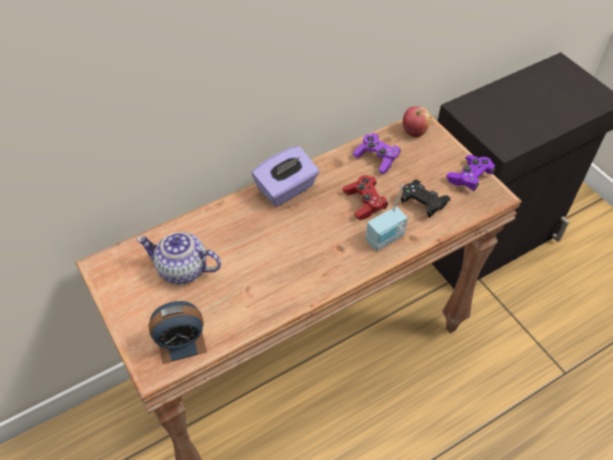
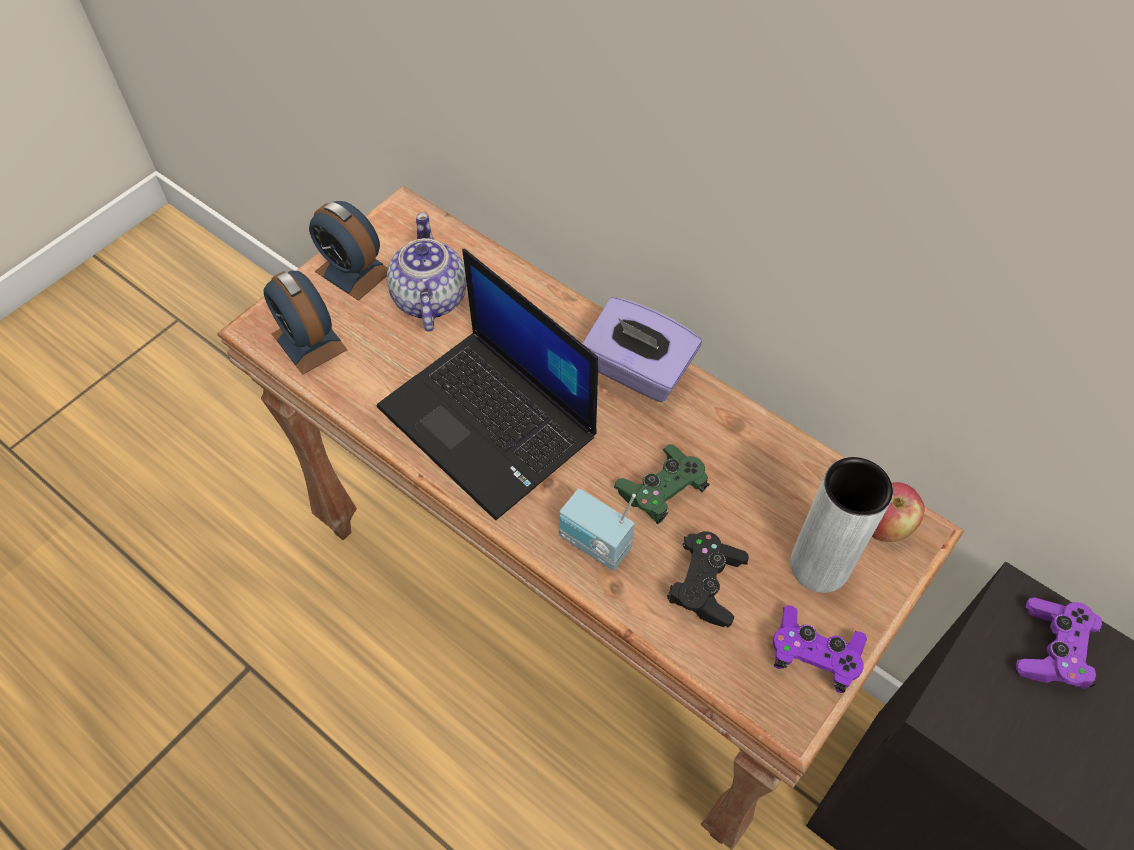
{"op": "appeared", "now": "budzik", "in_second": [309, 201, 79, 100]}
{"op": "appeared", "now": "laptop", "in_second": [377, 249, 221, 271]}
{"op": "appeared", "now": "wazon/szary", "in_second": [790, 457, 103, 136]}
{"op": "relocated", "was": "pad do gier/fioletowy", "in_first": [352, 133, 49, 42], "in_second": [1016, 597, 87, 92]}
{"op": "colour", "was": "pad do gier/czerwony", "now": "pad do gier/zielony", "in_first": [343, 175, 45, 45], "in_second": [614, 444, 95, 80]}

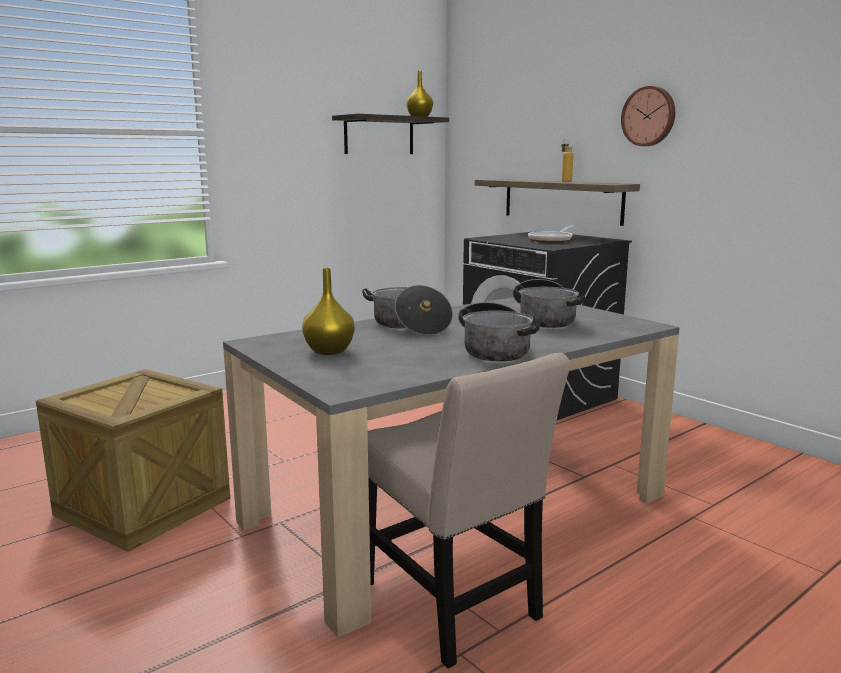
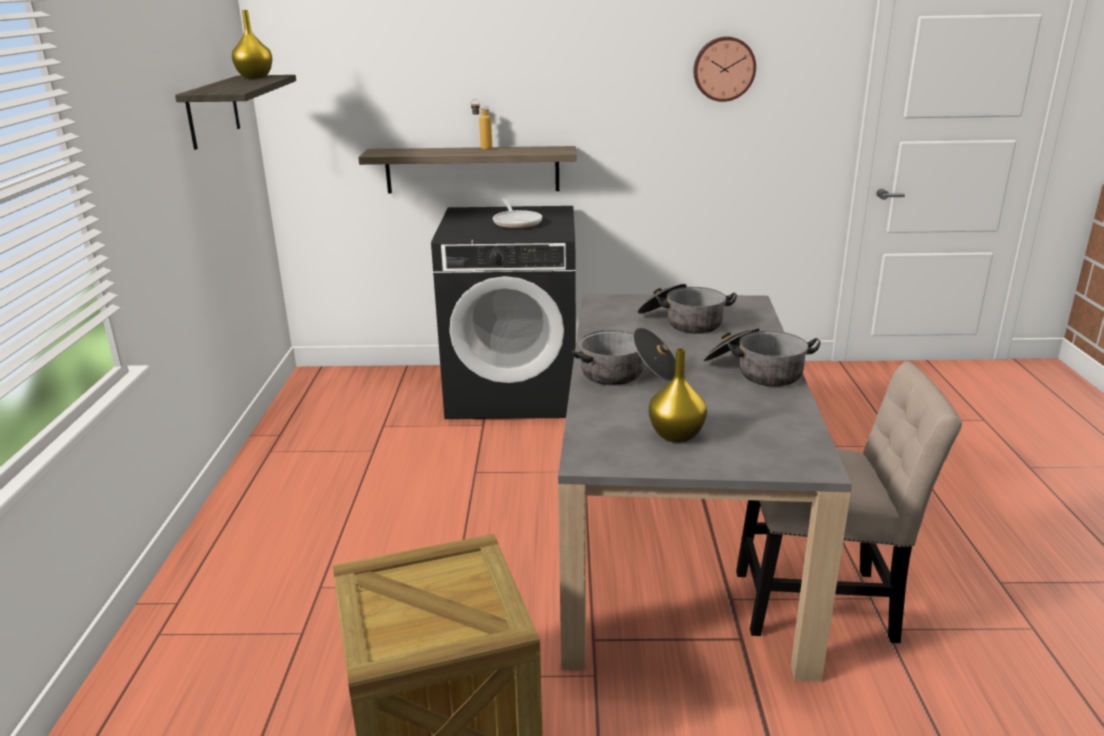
{"op": "relocated", "was": "zegar ścienny", "in_first": [621, 86, 54, 60], "in_second": [693, 36, 63, 66]}

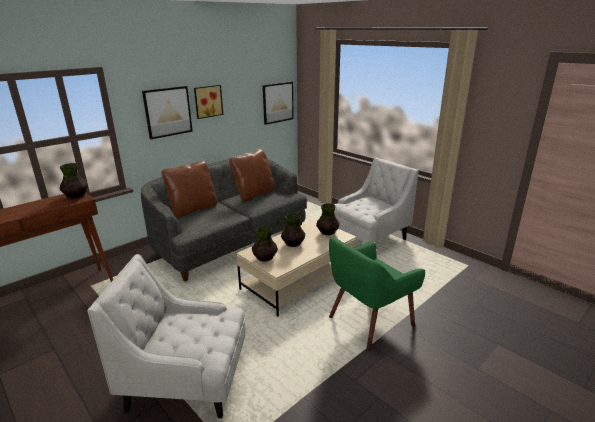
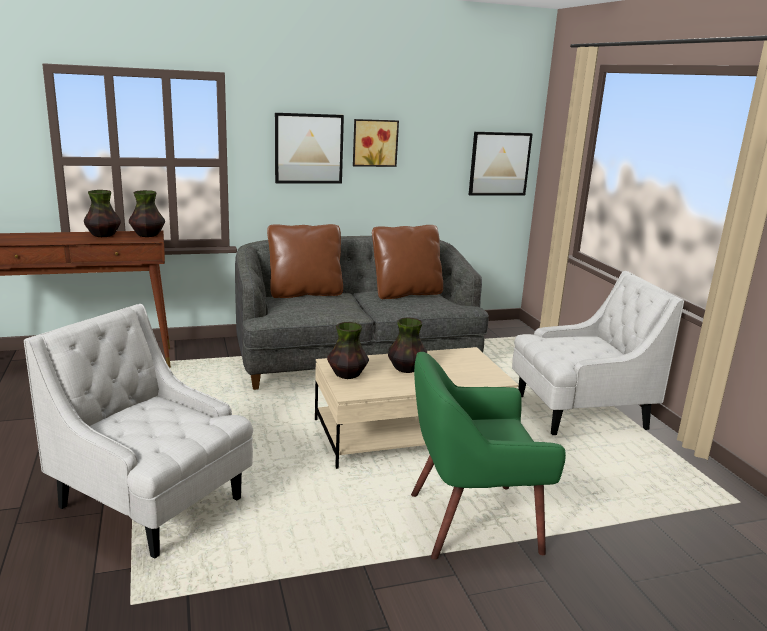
{"op": "relocated", "was": "wazon", "in_first": [316, 203, 23, 32], "in_second": [84, 190, 37, 47]}

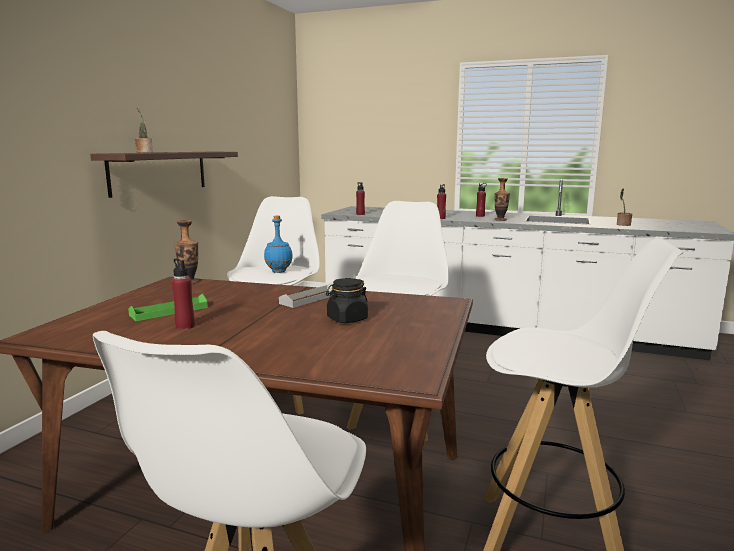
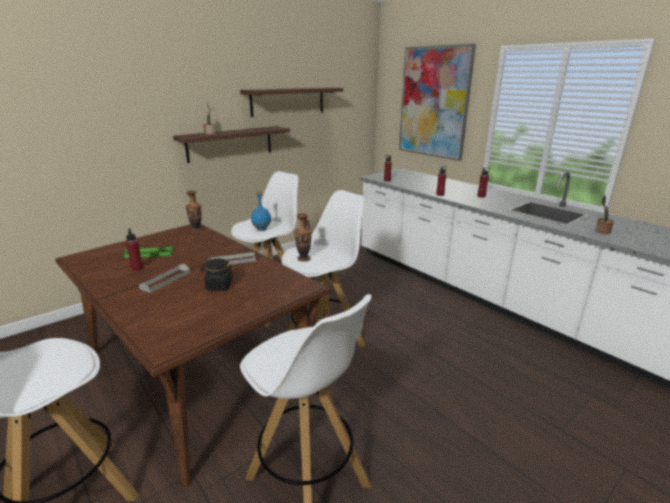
{"op": "appeared", "now": "taca/szary", "in_second": [139, 264, 51, 29]}
{"op": "appeared", "now": "półka", "in_second": [240, 87, 103, 30]}
{"op": "appeared", "now": "obraz", "in_second": [399, 44, 77, 117]}
{"op": "relocated", "was": "wazon", "in_first": [494, 178, 16, 43], "in_second": [294, 213, 18, 49]}

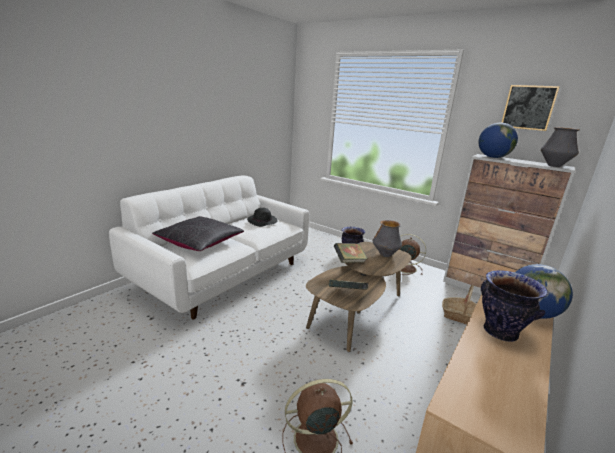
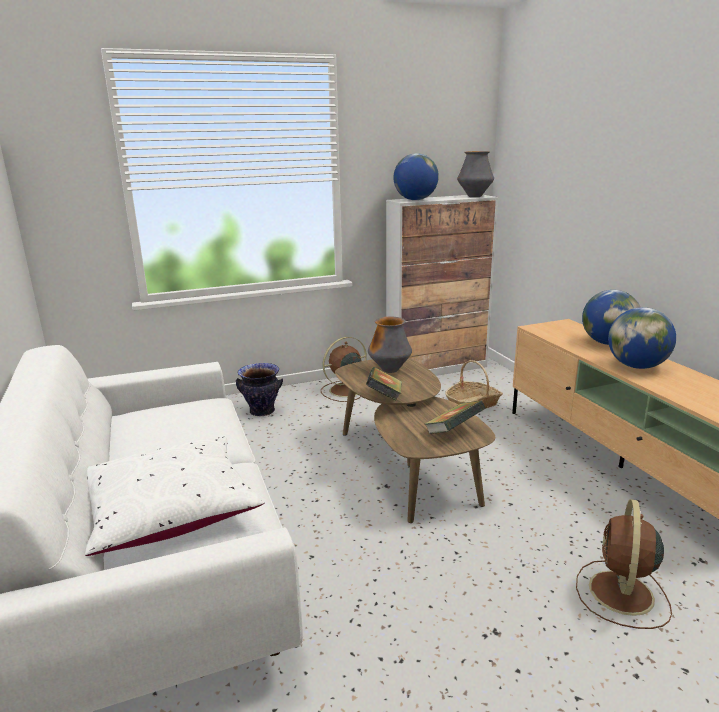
{"op": "missing", "was": "kapelusz/czarny", "in_first": [247, 208, 31, 19]}
{"op": "missing", "was": "obraz", "in_first": [501, 85, 59, 46]}
{"op": "exchanged", "was": "wazon", "now": "globus", "in_first": [481, 270, 67, 72], "in_second": [608, 307, 68, 62]}
{"op": "colour", "was": "poduszka/czarny", "now": "poduszka/biały", "in_first": [152, 216, 92, 35], "in_second": [85, 436, 180, 120]}

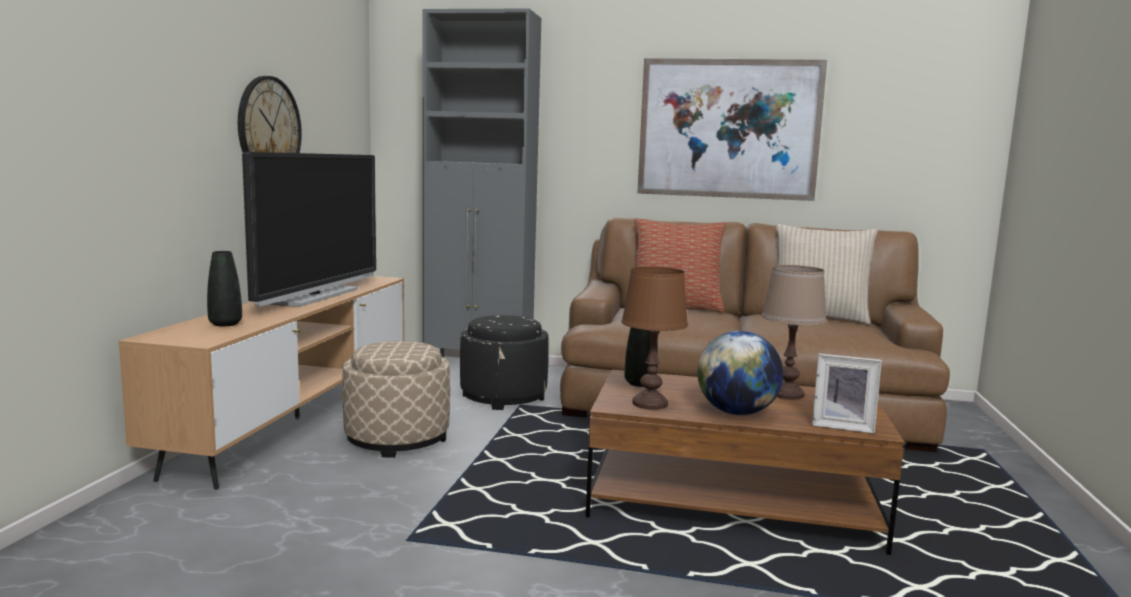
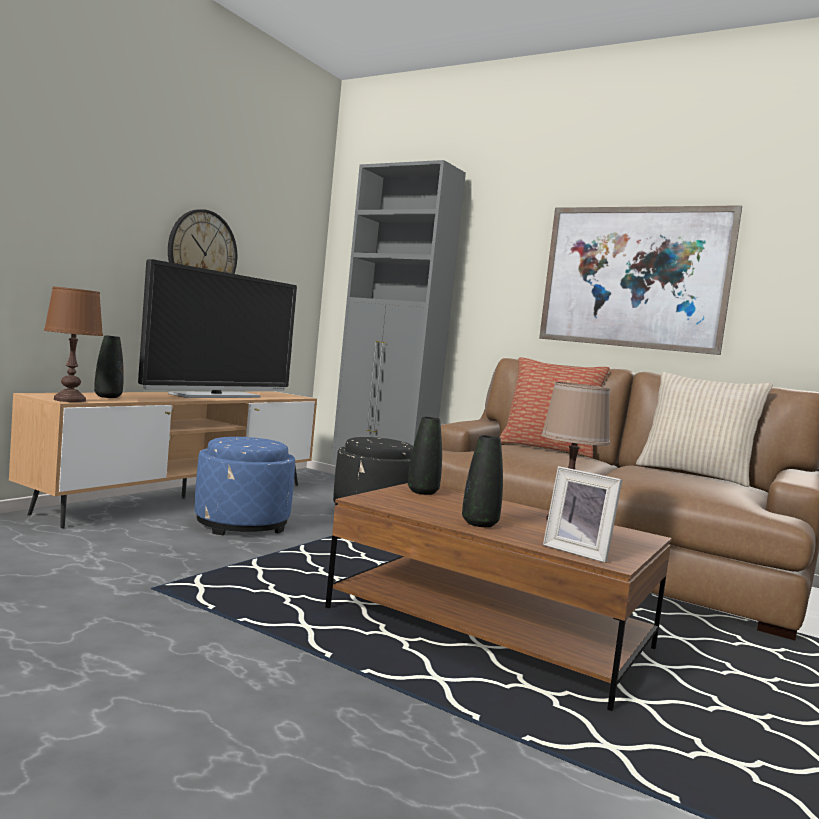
{"op": "relocated", "was": "lampa stołowa/brązowy", "in_first": [621, 266, 67, 144], "in_second": [44, 287, 59, 115]}
{"op": "exchanged", "was": "globus", "now": "wazon/czarny", "in_first": [697, 331, 86, 84], "in_second": [462, 435, 41, 92]}
{"op": "colour", "was": "pufa/beżowy", "now": "pufa/niebieski", "in_first": [343, 341, 107, 117], "in_second": [194, 437, 101, 98]}

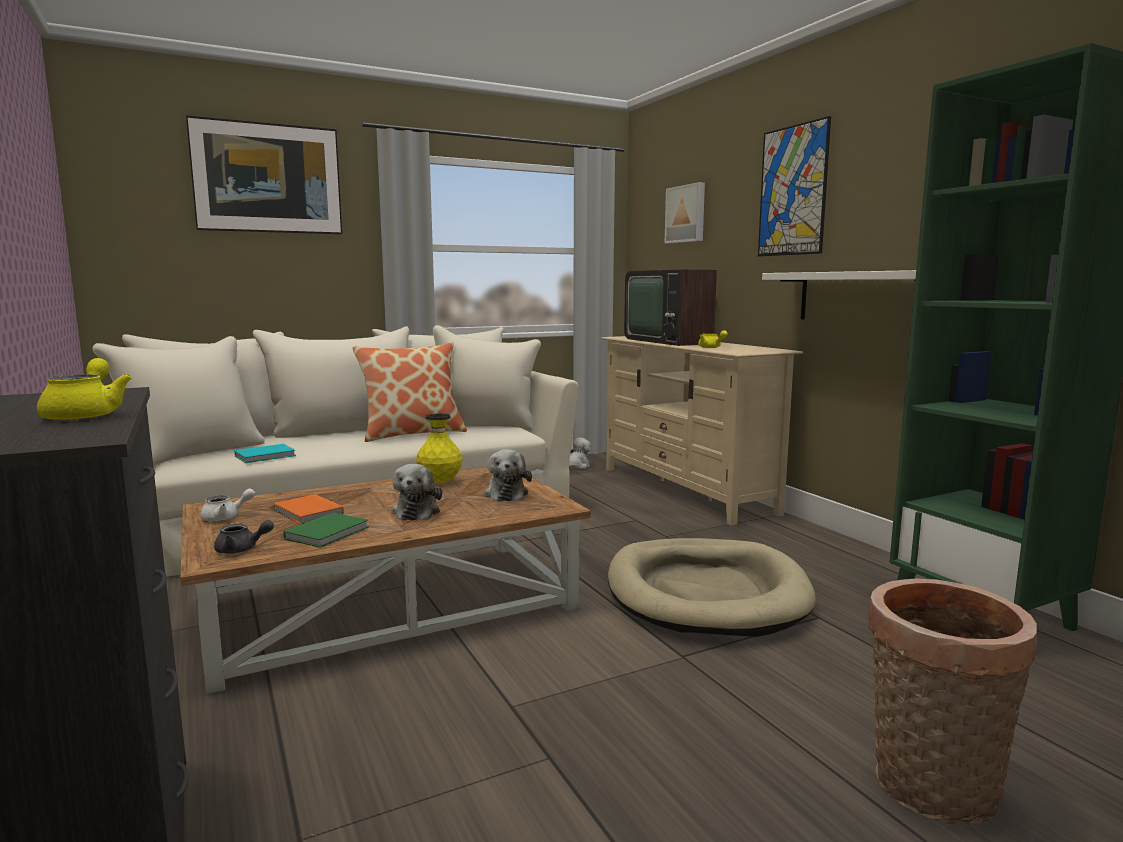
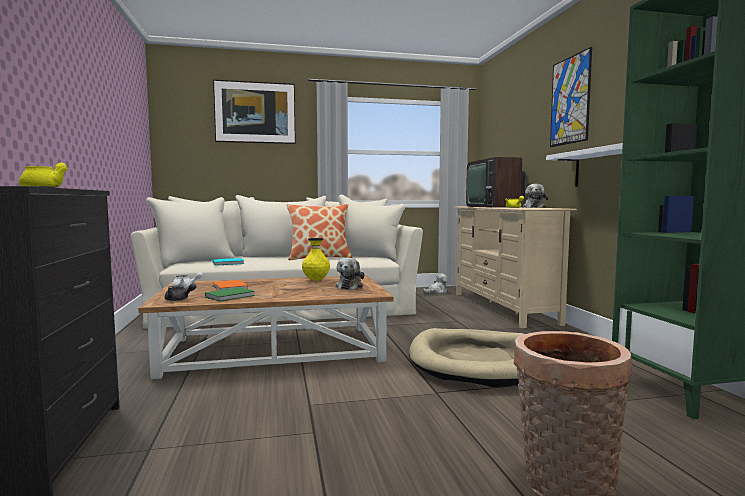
{"op": "missing", "was": "obraz", "in_first": [665, 182, 40, 62]}
{"op": "relocated", "was": "pluszak", "in_first": [391, 464, 51, 56], "in_second": [523, 184, 25, 24]}

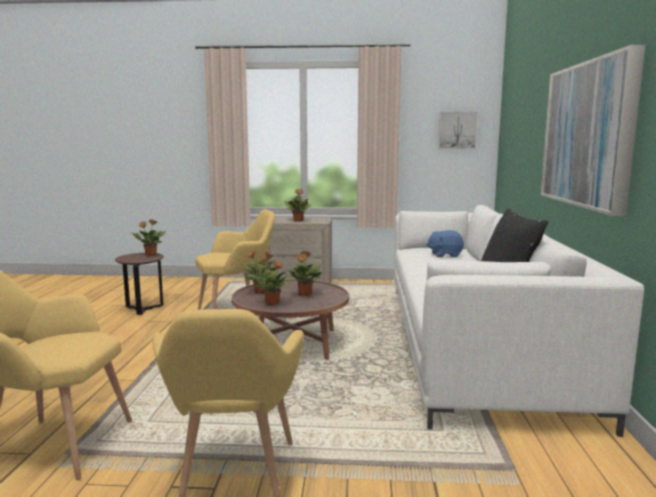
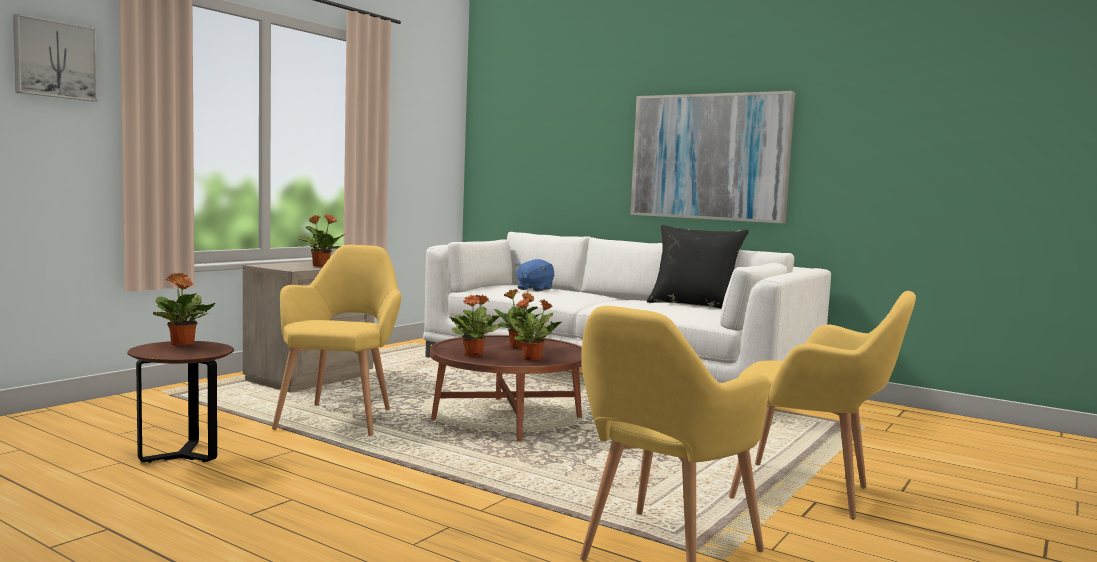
{"op": "relocated", "was": "obraz", "in_first": [438, 112, 40, 37], "in_second": [13, 14, 85, 87]}

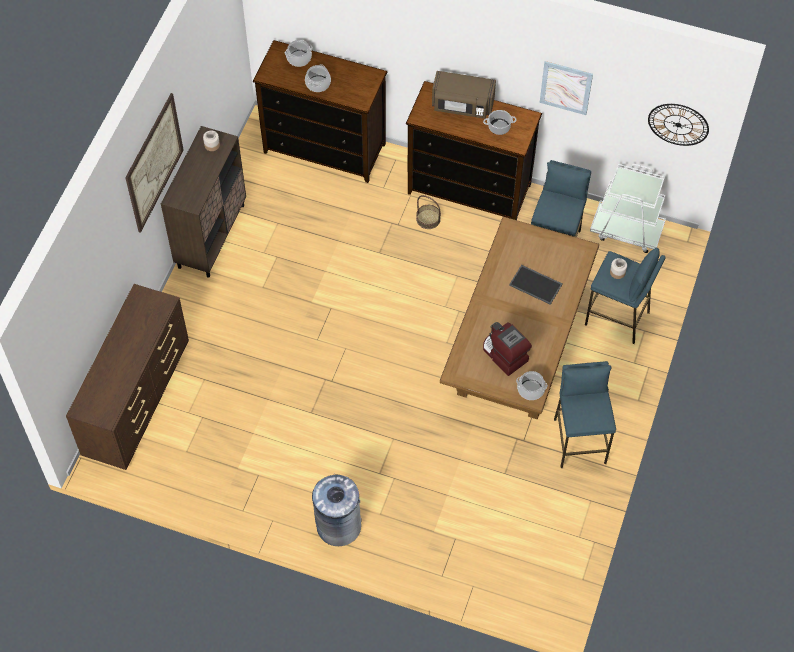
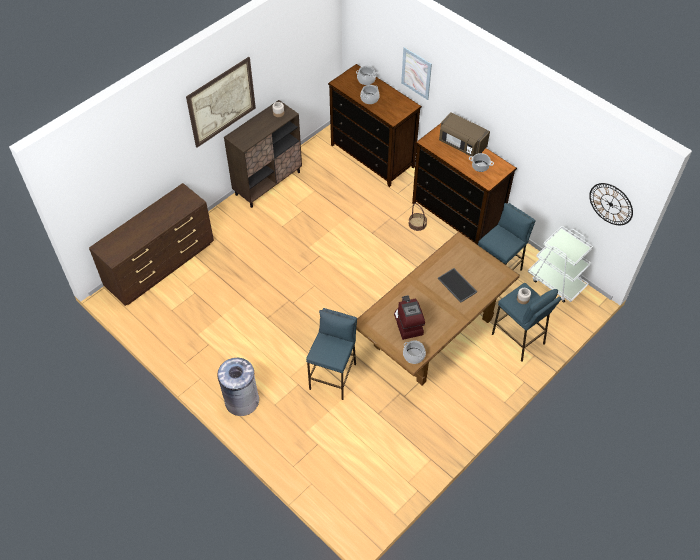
{"op": "relocated", "was": "obraz", "in_first": [540, 61, 53, 54], "in_second": [401, 47, 31, 53]}
{"op": "relocated", "was": "stołek/niebieski", "in_first": [554, 361, 62, 107], "in_second": [306, 308, 51, 92]}

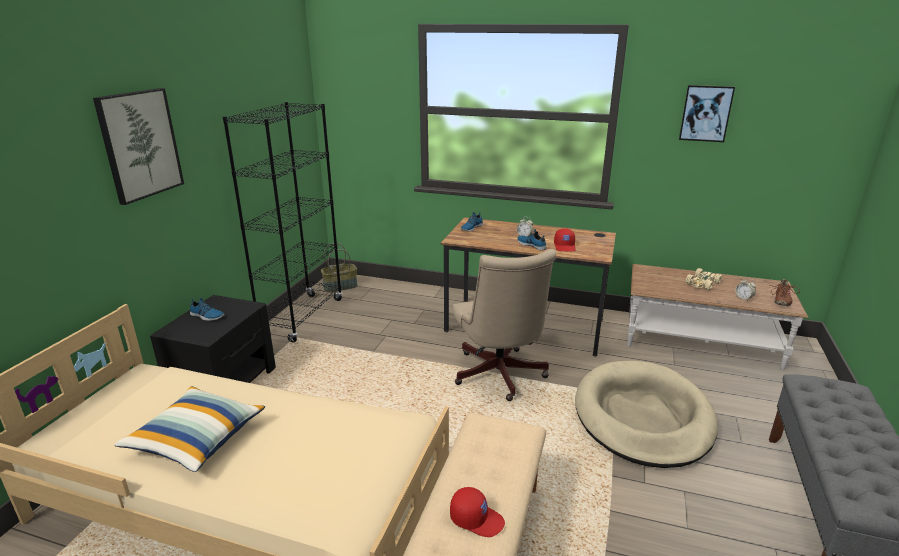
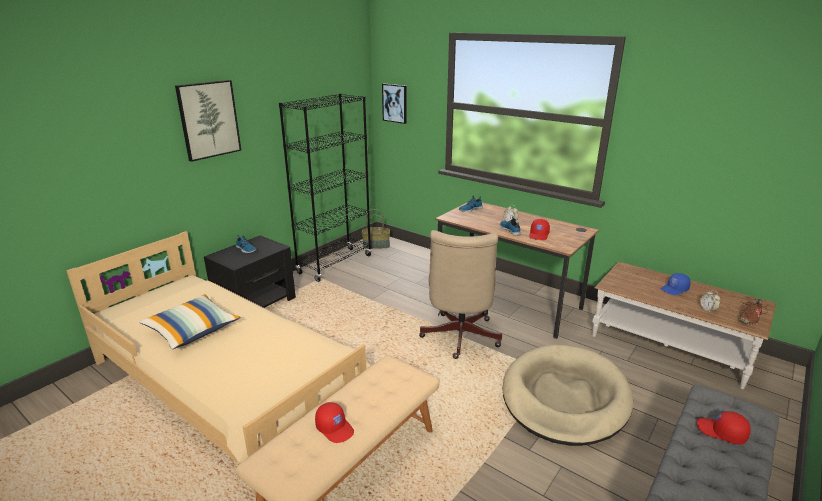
{"op": "appeared", "now": "czapka z daszkiem/czerwony", "in_second": [697, 411, 54, 33]}
{"op": "relocated", "was": "obraz", "in_first": [679, 85, 56, 57], "in_second": [382, 83, 25, 41]}
{"op": "exchanged", "was": "samochodzik/beżowy", "now": "czapka z daszkiem/niebieski", "in_first": [685, 268, 37, 23], "in_second": [661, 273, 30, 22]}

